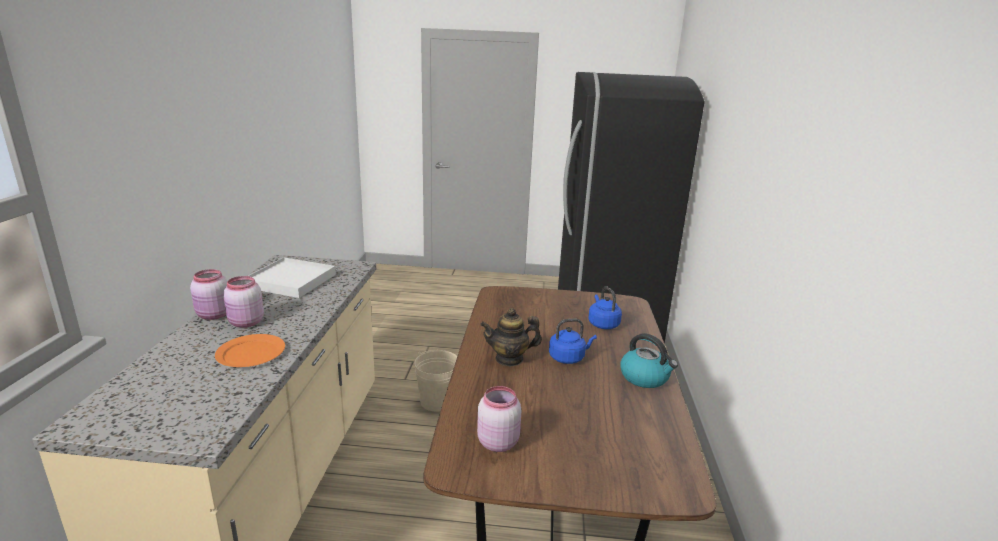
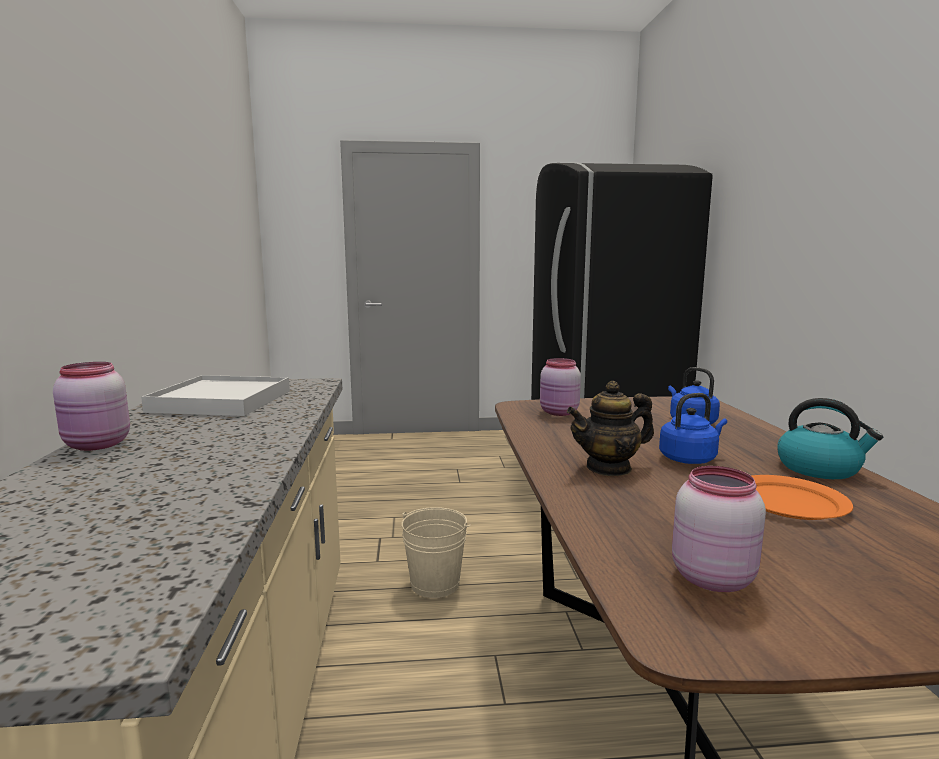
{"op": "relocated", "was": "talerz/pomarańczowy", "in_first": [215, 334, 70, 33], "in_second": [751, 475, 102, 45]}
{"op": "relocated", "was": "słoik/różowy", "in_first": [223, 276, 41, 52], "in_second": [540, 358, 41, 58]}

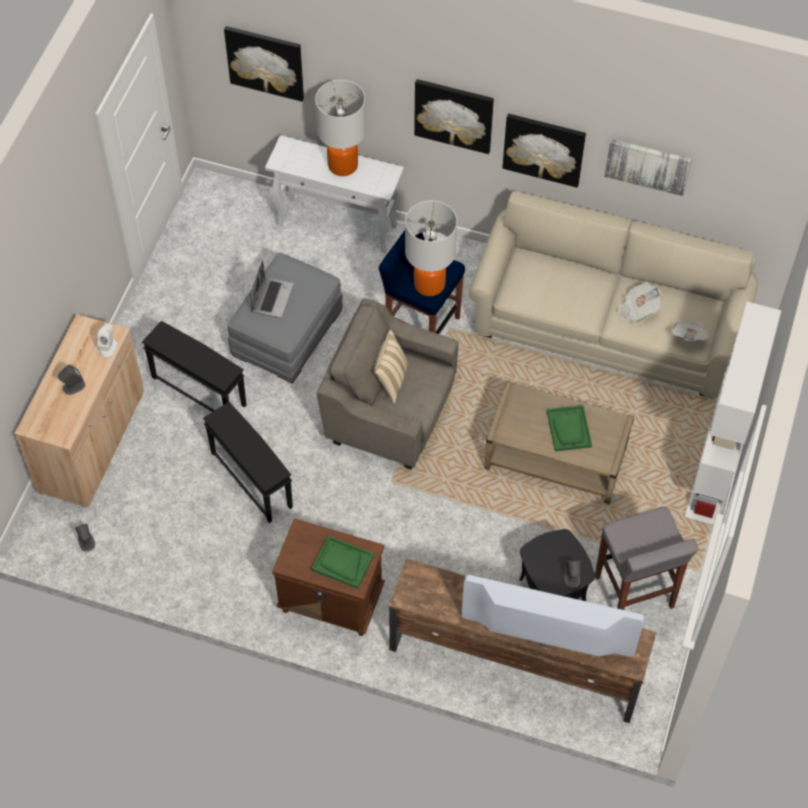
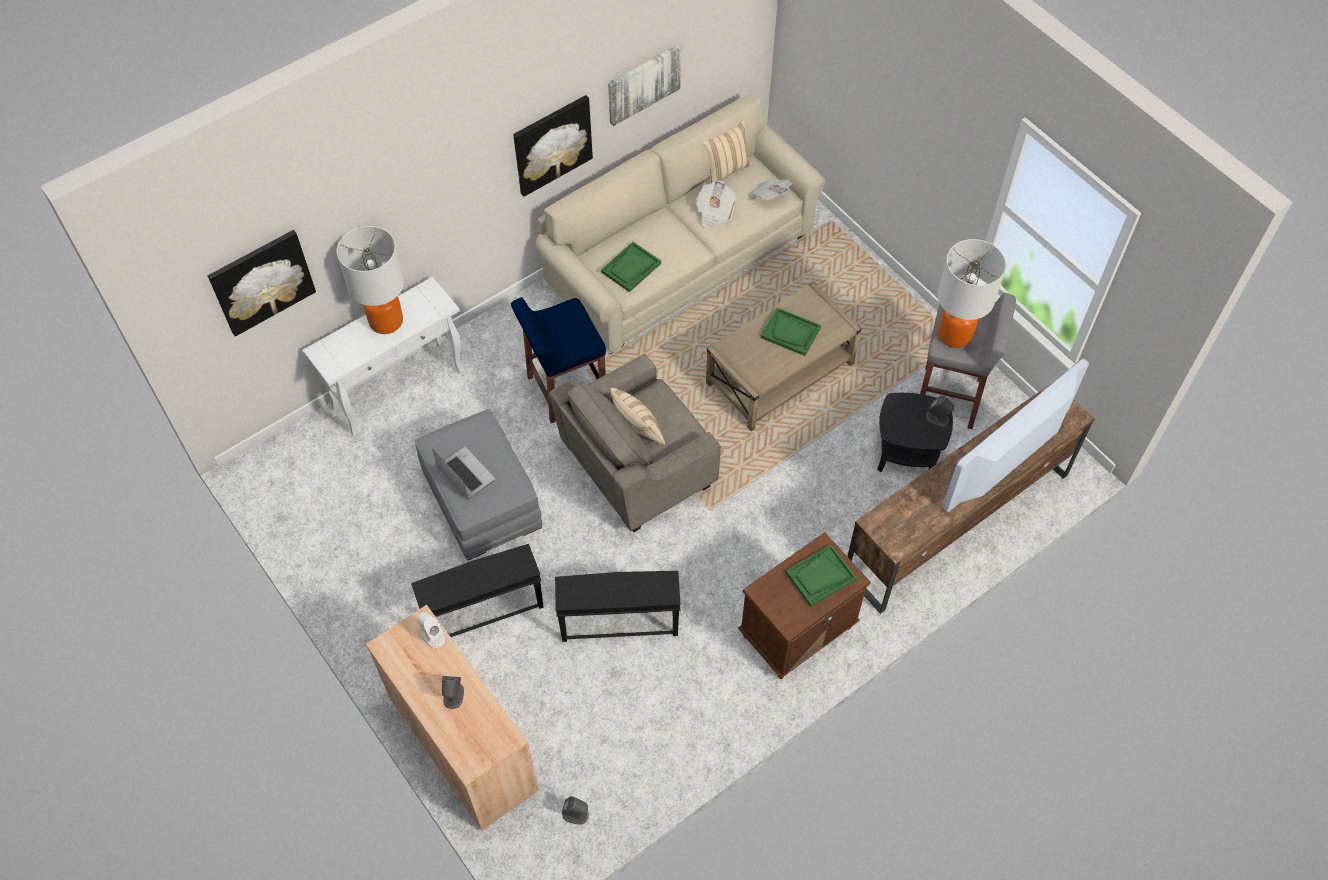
{"op": "missing", "was": "obraz", "in_first": [414, 79, 80, 75]}
{"op": "missing", "was": "regał/biały", "in_first": [685, 302, 96, 224]}
{"op": "appeared", "now": "taca/zielony", "in_second": [601, 242, 60, 50]}
{"op": "appeared", "now": "poduszka/beżowy", "in_second": [702, 119, 51, 64]}
{"op": "relocated", "was": "lampa stołowa", "in_first": [405, 201, 52, 95], "in_second": [937, 239, 69, 109]}

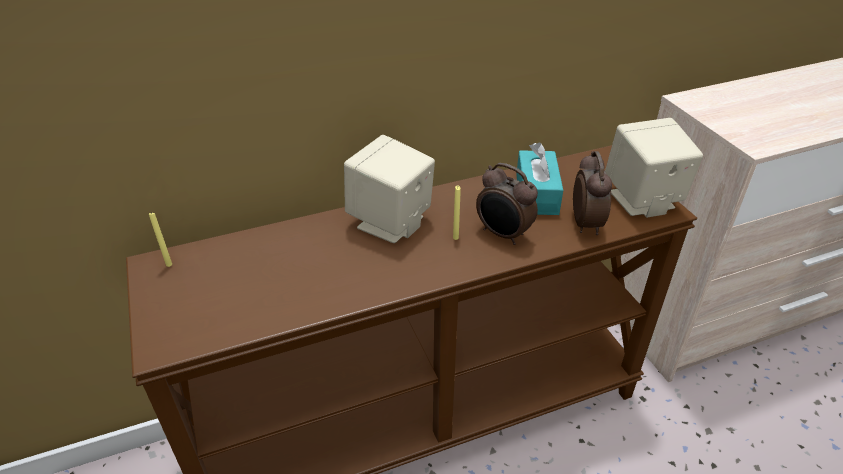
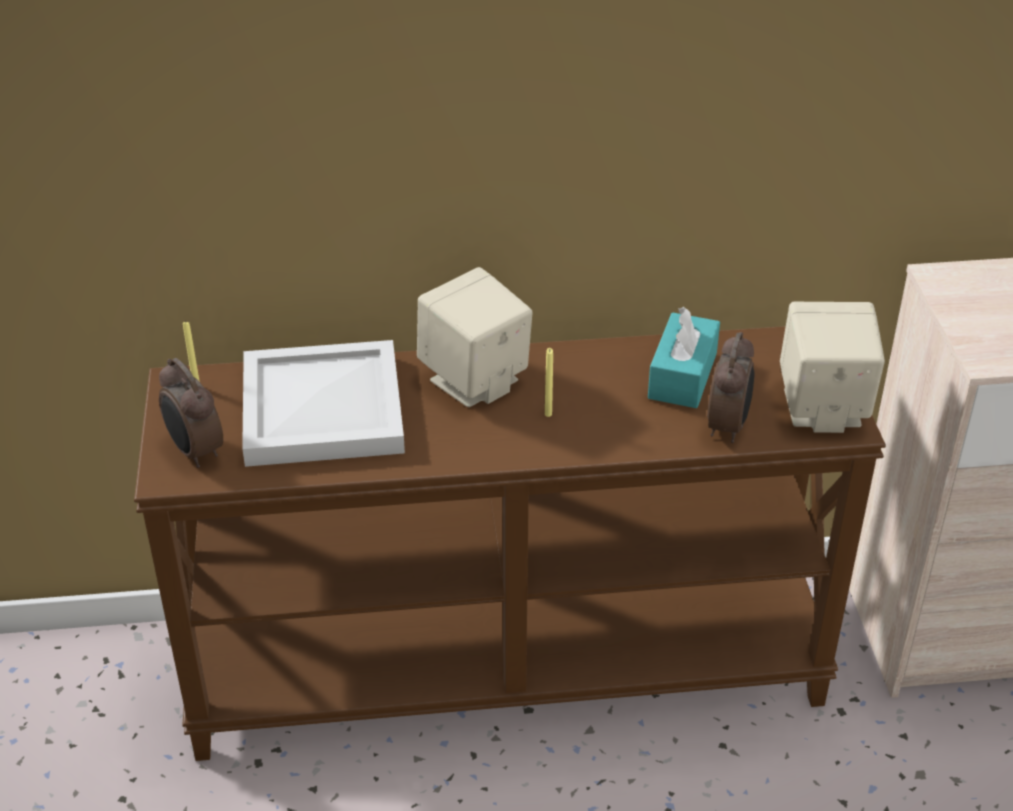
{"op": "appeared", "now": "taca/biały", "in_second": [242, 340, 163, 127]}
{"op": "relocated", "was": "budzik", "in_first": [476, 163, 62, 82], "in_second": [159, 358, 64, 110]}

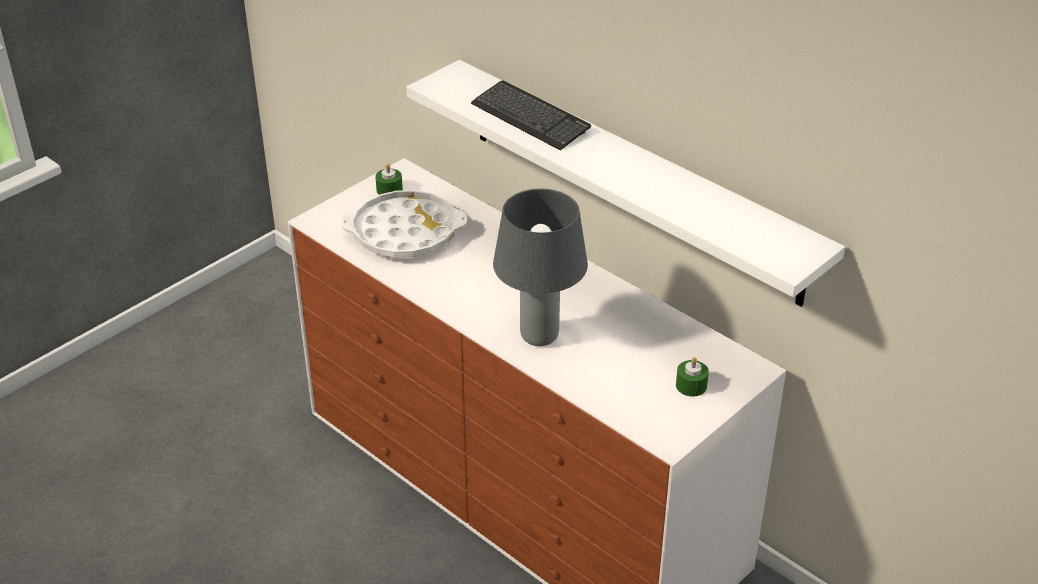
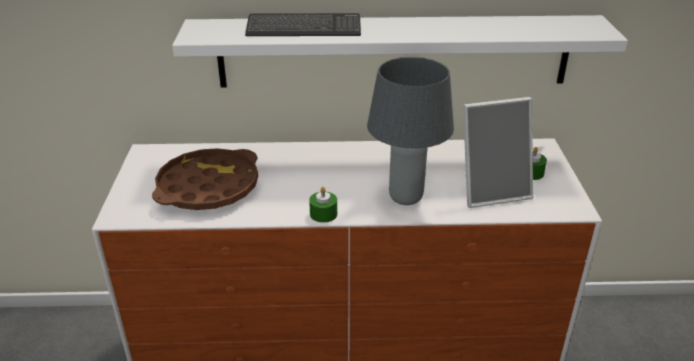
{"op": "appeared", "now": "ramka na zdjęcie", "in_second": [463, 97, 70, 111]}
{"op": "relocated", "was": "świeca/zielony", "in_first": [375, 164, 28, 31], "in_second": [309, 187, 28, 36]}
{"op": "colour", "was": "taca/biały", "now": "taca/brązowy", "in_first": [342, 190, 125, 68], "in_second": [152, 148, 106, 62]}

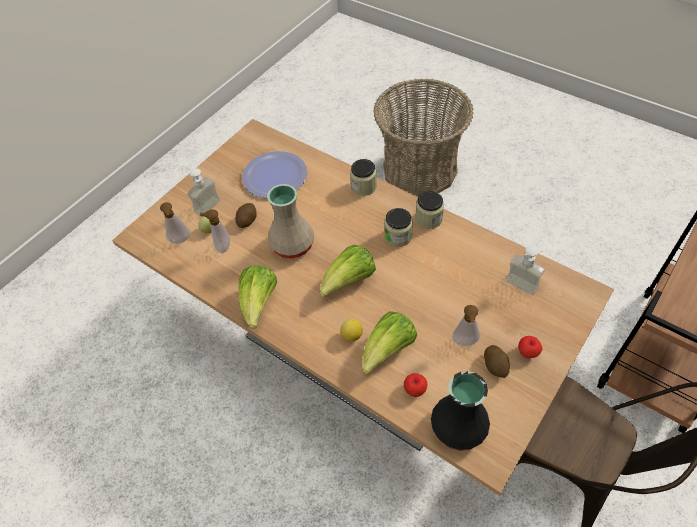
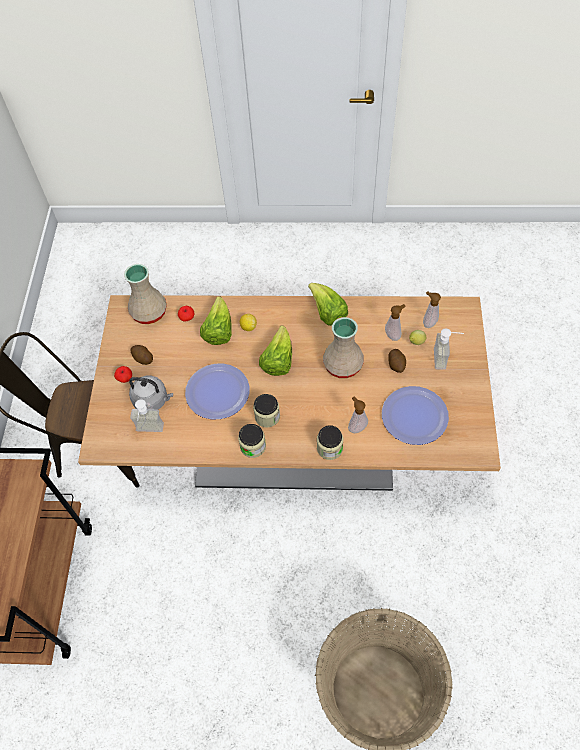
{"op": "appeared", "now": "czajnik/szary", "in_second": [129, 376, 44, 34]}
{"op": "appeared", "now": "talerz", "in_second": [185, 363, 65, 56]}
{"op": "relocated", "was": "dozownik mydła", "in_first": [452, 305, 28, 41], "in_second": [348, 397, 20, 36]}
{"op": "colour", "was": "wazon/czarny", "now": "wazon/beżowy", "in_first": [431, 371, 59, 80], "in_second": [124, 264, 43, 60]}

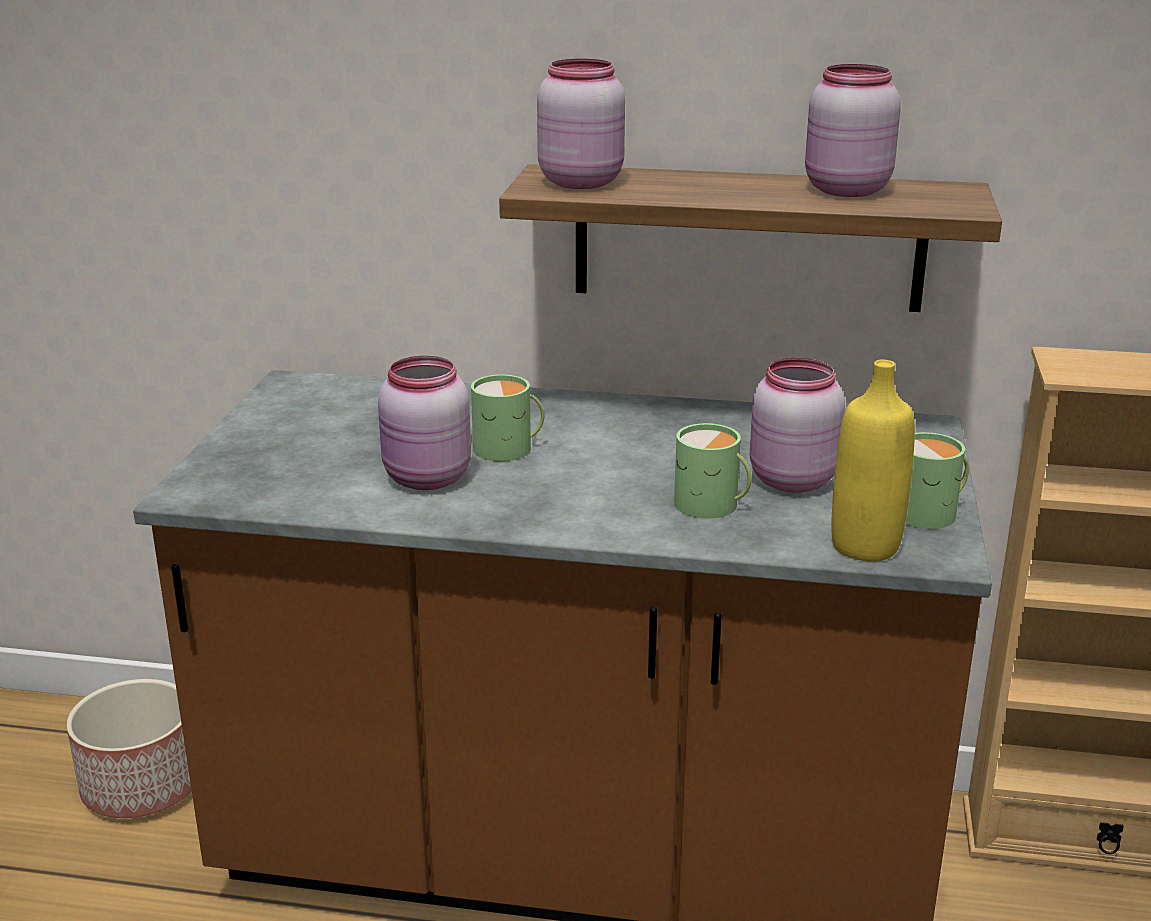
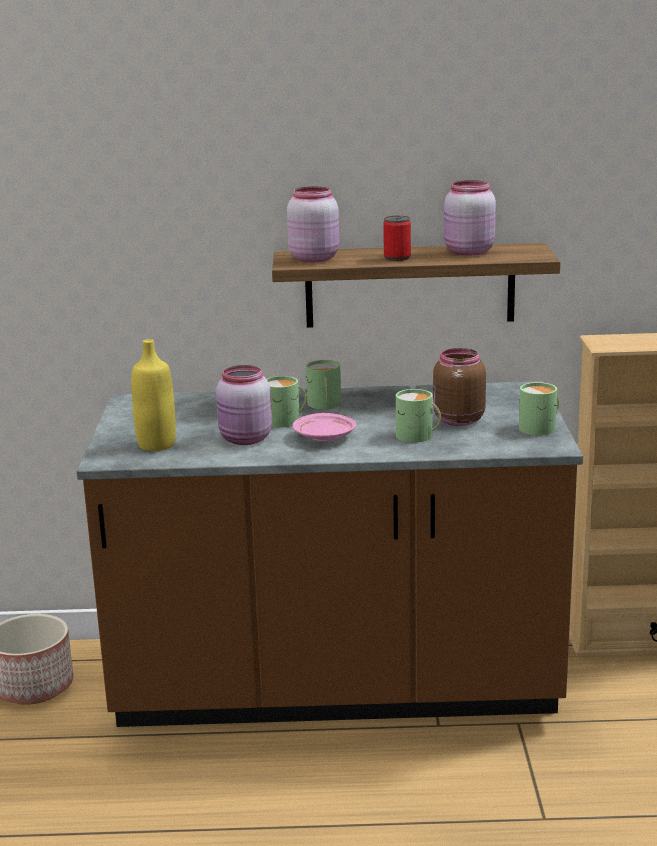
{"op": "appeared", "now": "talerz/różowy", "in_second": [293, 413, 63, 28]}
{"op": "appeared", "now": "kubek/zielony", "in_second": [306, 360, 35, 49]}
{"op": "appeared", "now": "puszka", "in_second": [383, 216, 28, 45]}
{"op": "relocated", "was": "butelka/żółty", "in_first": [831, 360, 84, 202], "in_second": [131, 339, 45, 112]}
{"op": "colour", "was": "słoik/różowy", "now": "słoik/brązowy", "in_first": [750, 358, 95, 135], "in_second": [433, 348, 53, 78]}

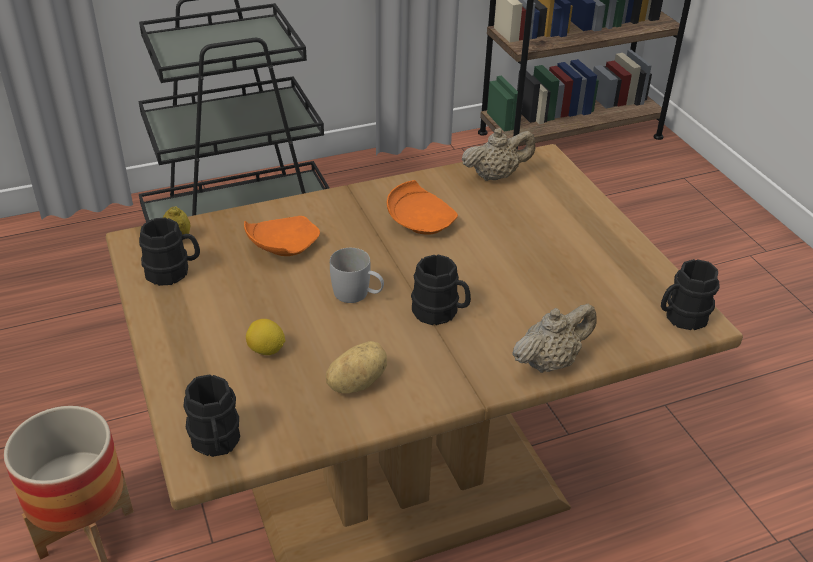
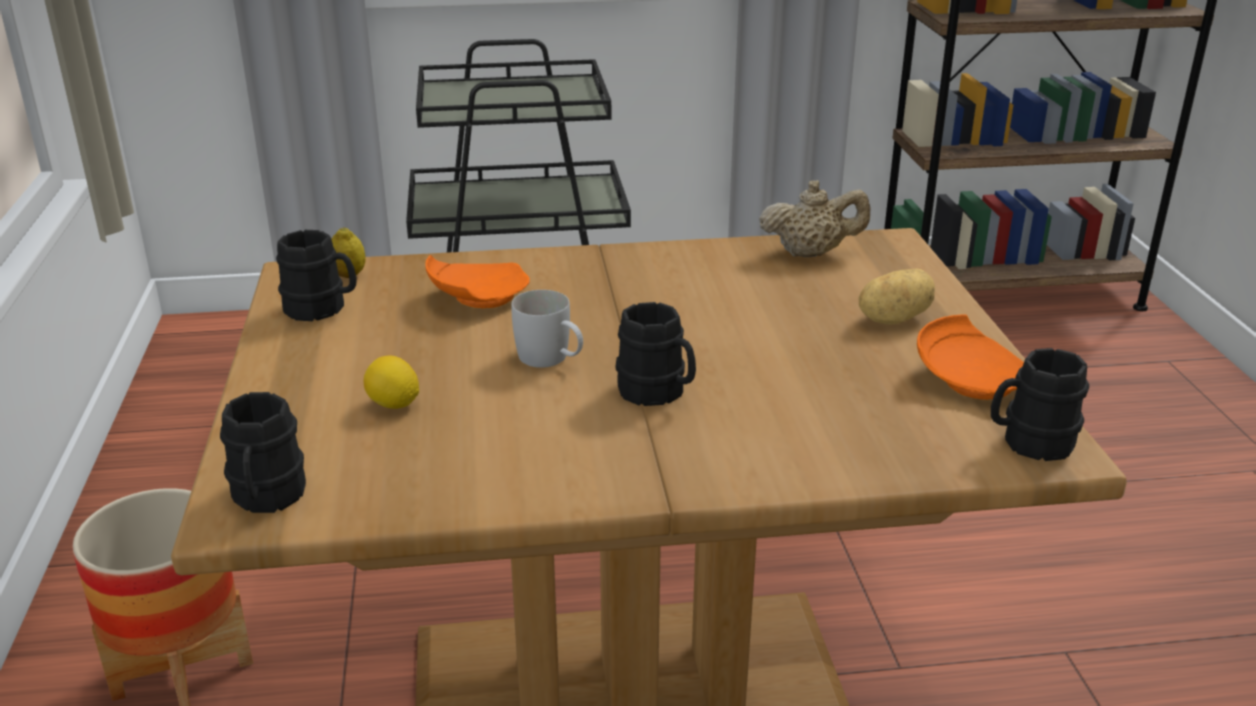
{"op": "missing", "was": "imbryk/beżowy", "in_first": [512, 304, 85, 69]}
{"op": "relocated", "was": "ziemniak", "in_first": [326, 341, 61, 52], "in_second": [859, 269, 76, 55]}
{"op": "relocated", "was": "talerz/pomarańczowy", "in_first": [387, 180, 71, 55], "in_second": [917, 314, 107, 86]}

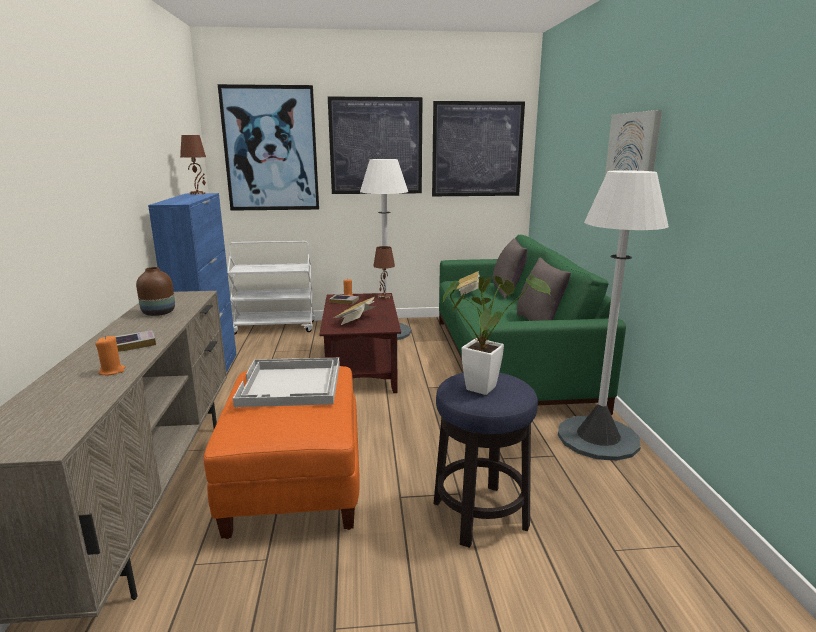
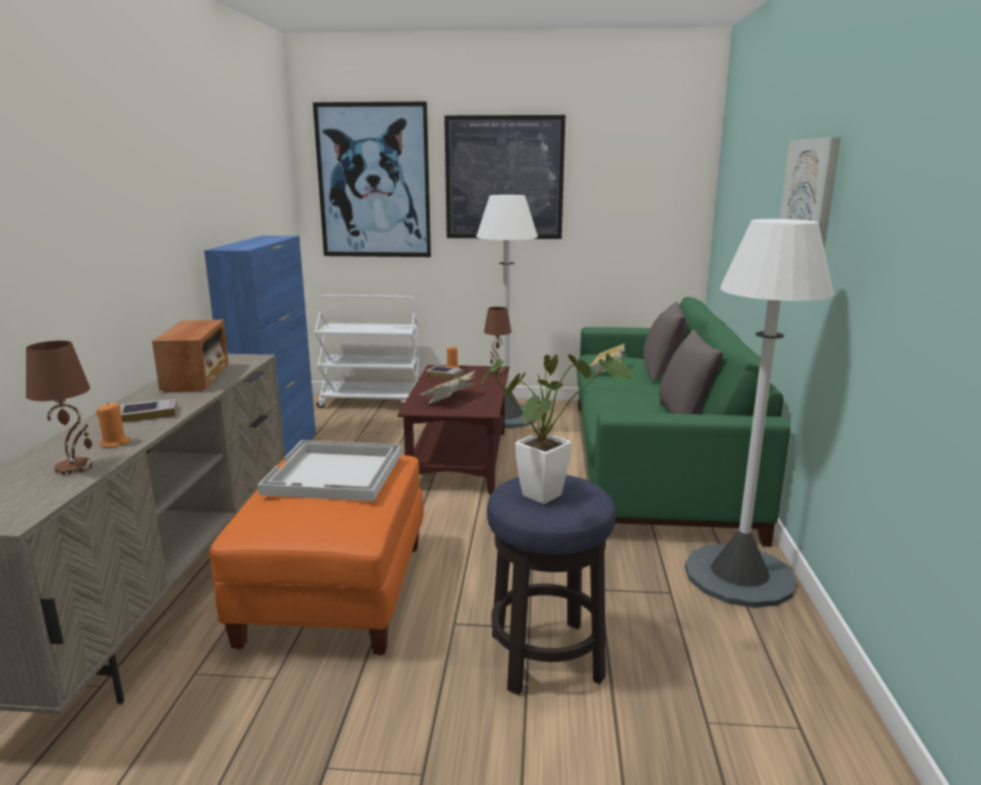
{"op": "missing", "was": "obraz", "in_first": [432, 101, 93, 95]}
{"op": "relocated", "was": "lampa stołowa/brązowy", "in_first": [180, 135, 26, 60], "in_second": [26, 340, 66, 135]}
{"op": "exchanged", "was": "wazon/brązowy", "now": "radio", "in_first": [136, 267, 39, 49], "in_second": [152, 320, 77, 72]}

